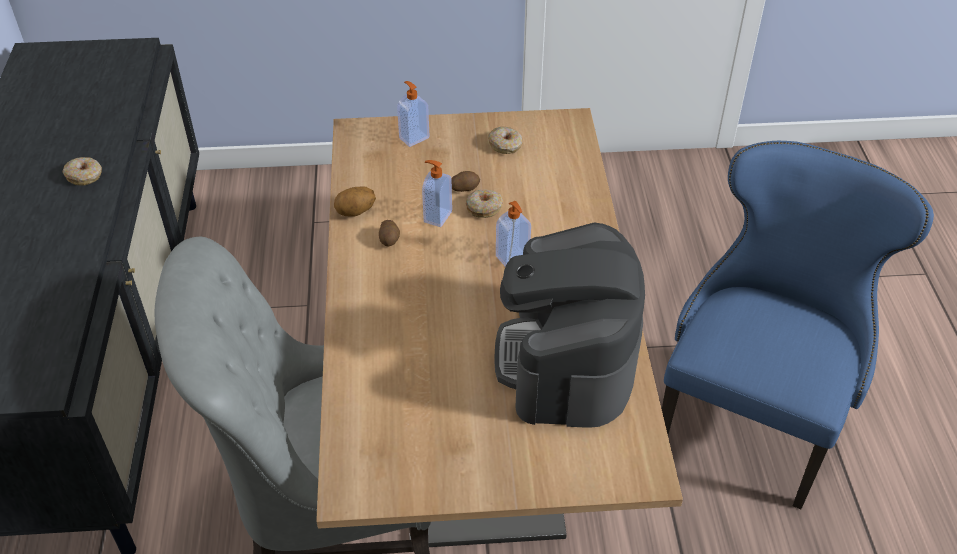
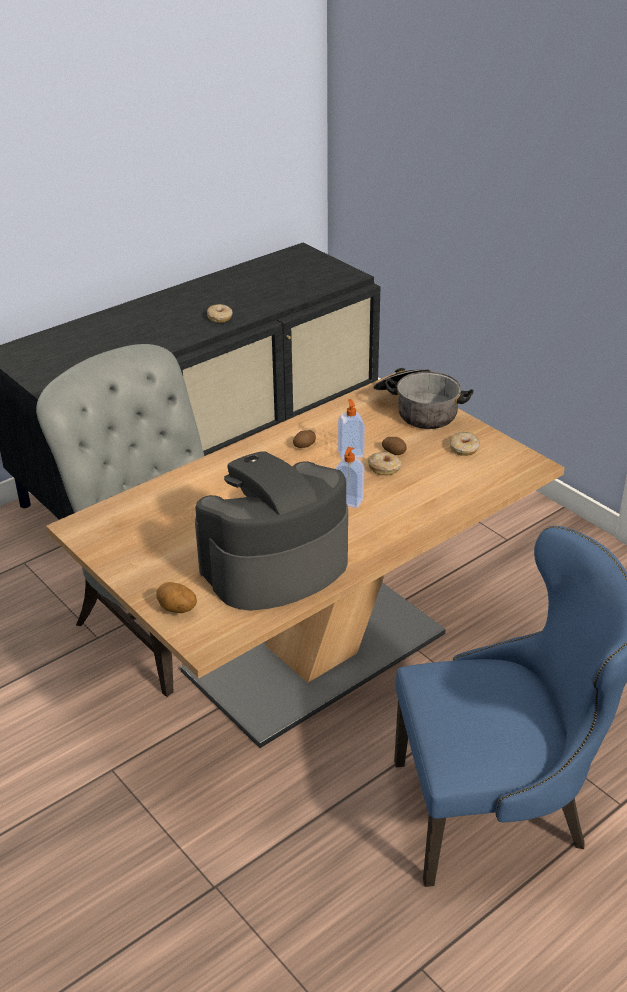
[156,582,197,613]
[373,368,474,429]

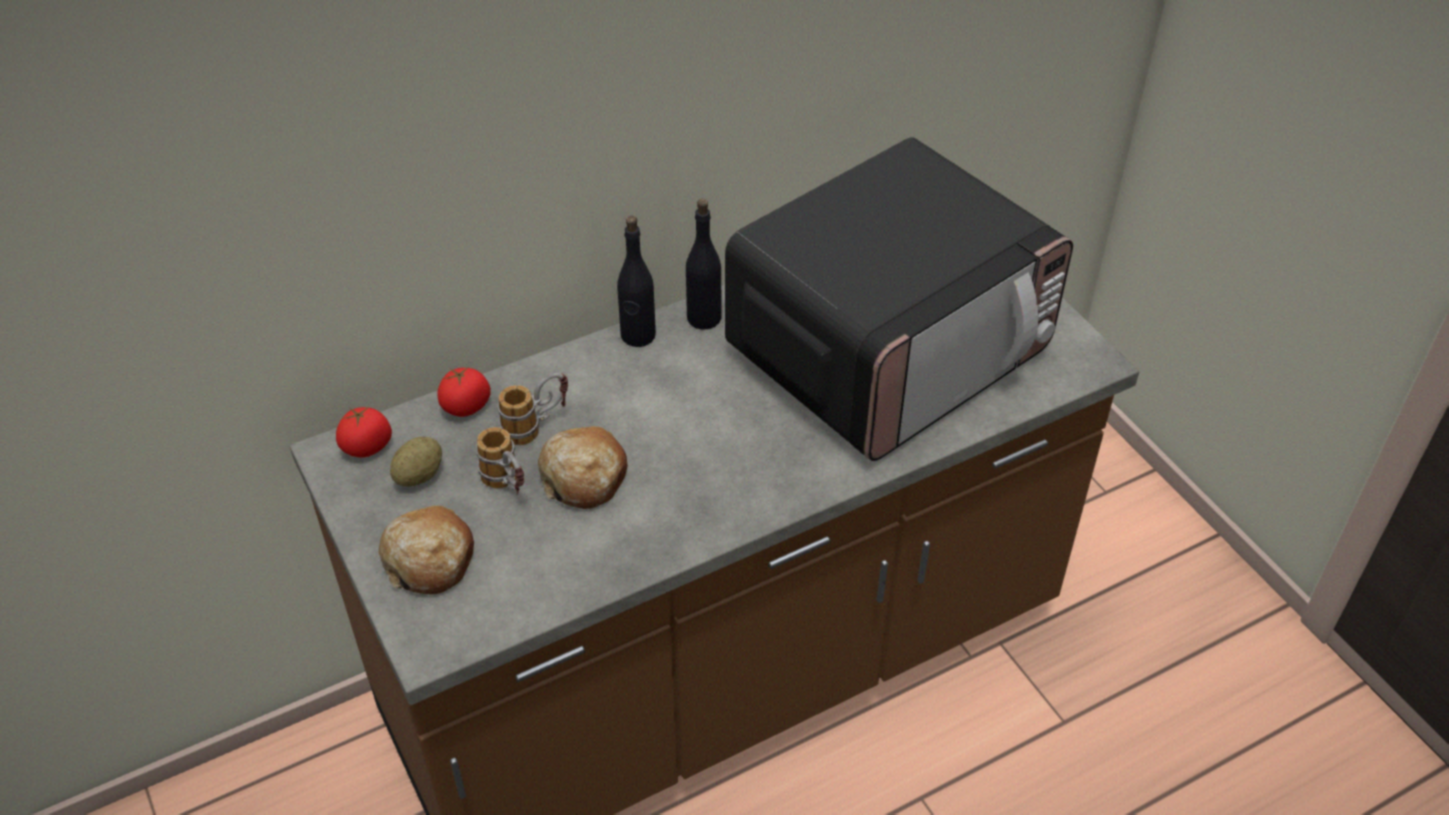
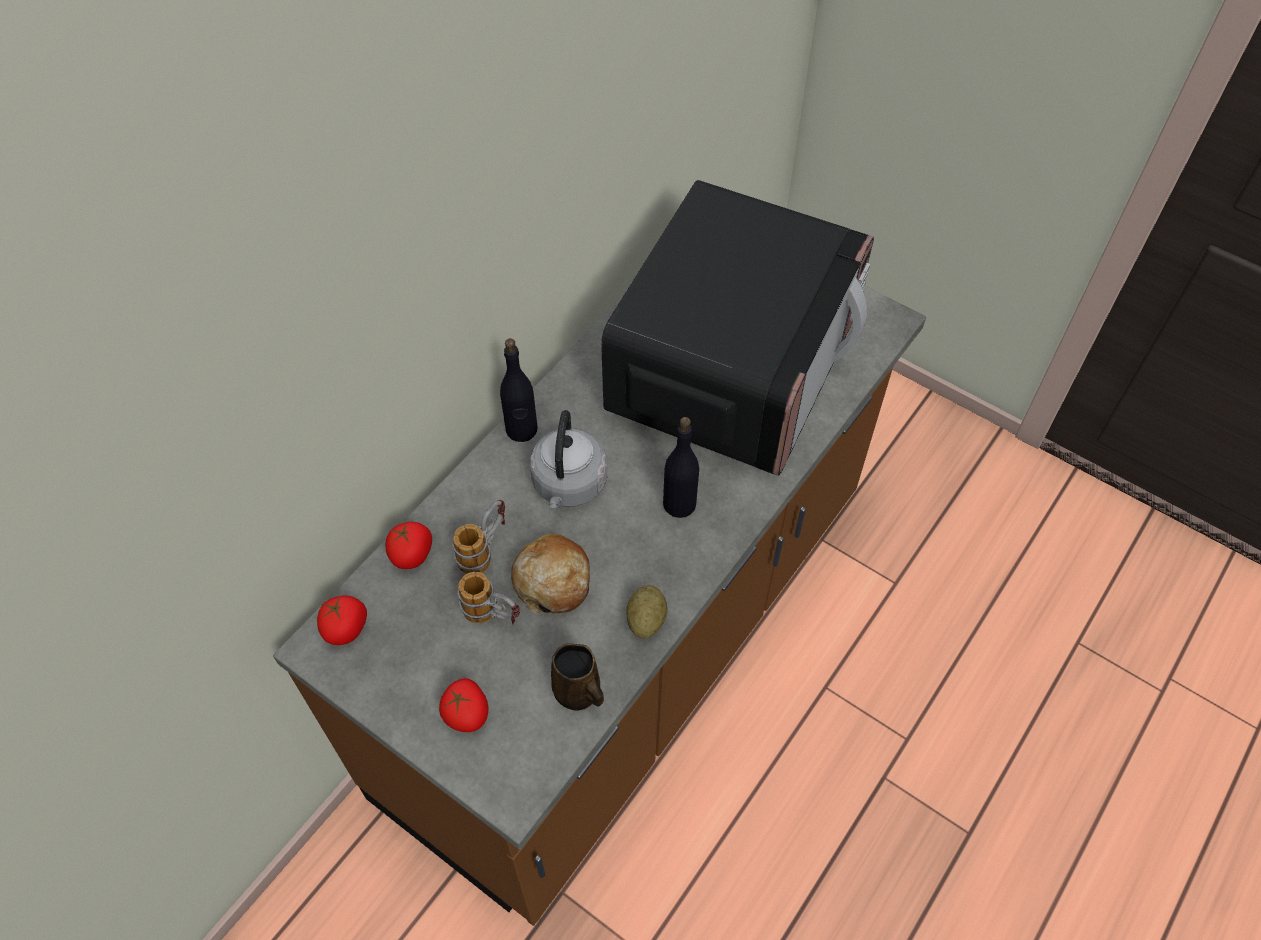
[530,410,607,508]
[551,643,604,711]
[626,585,668,639]
[663,417,699,518]
[439,678,488,732]

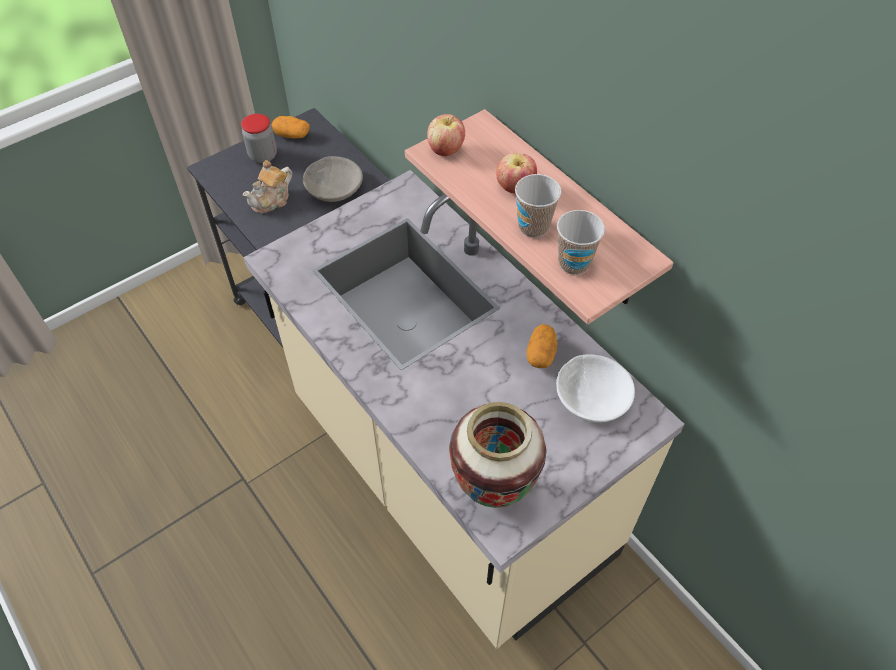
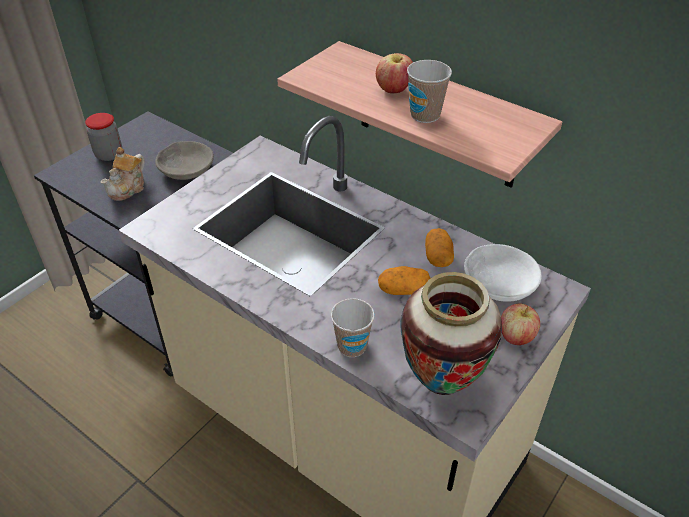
[378,266,430,295]
[501,304,540,345]
[331,298,375,357]

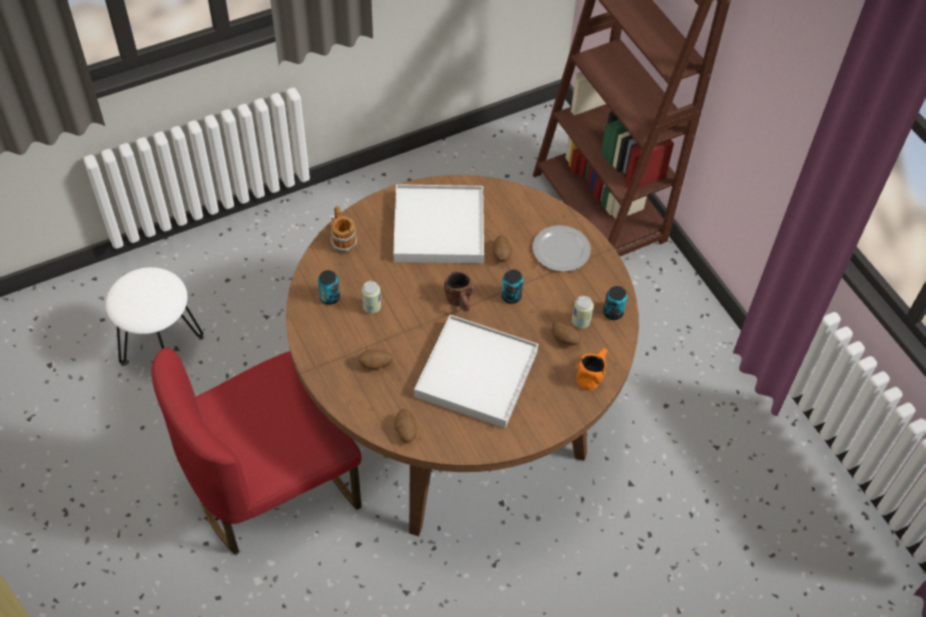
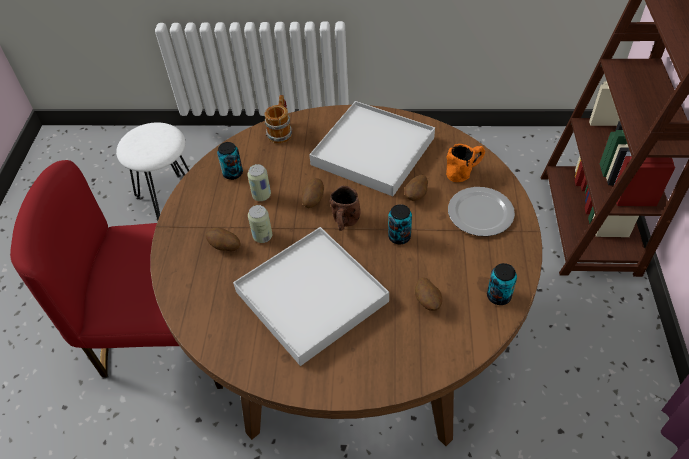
[302,178,324,208]
[248,205,272,243]
[446,144,485,182]

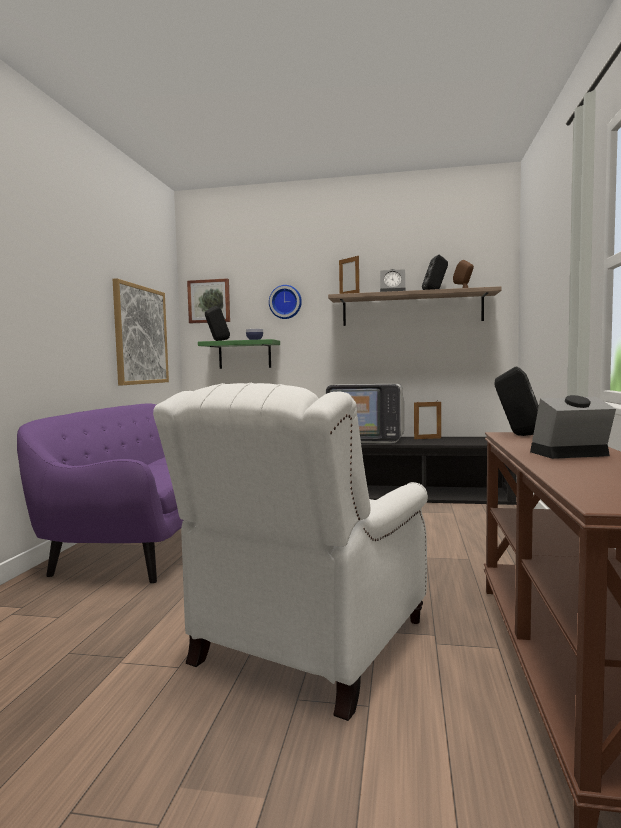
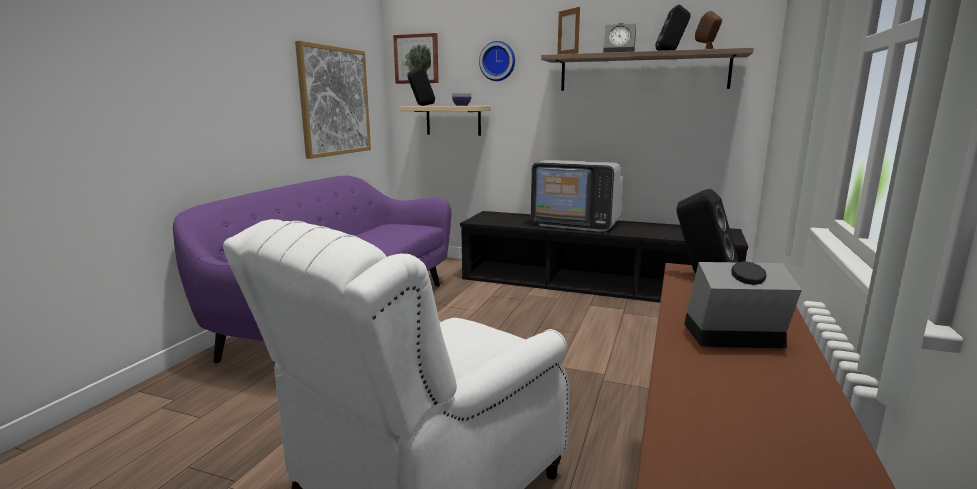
[414,402,441,439] (first image)
[401,106,491,136]

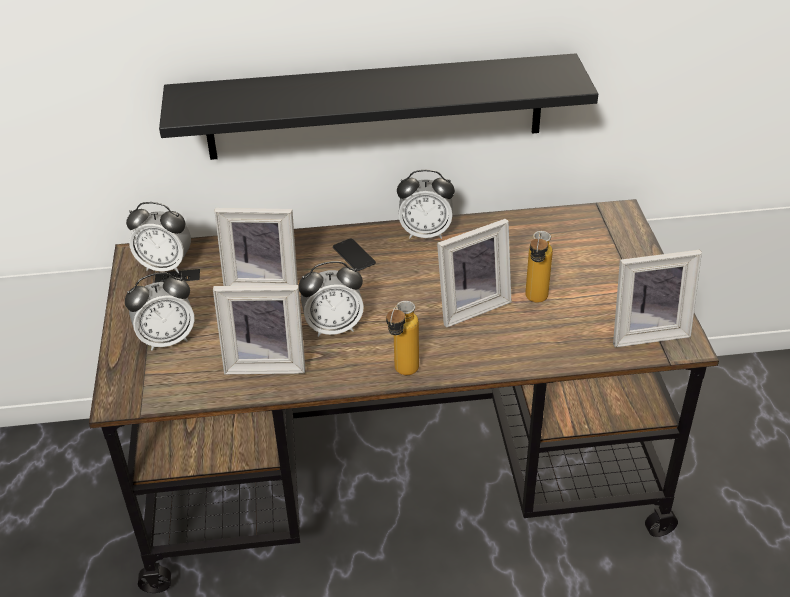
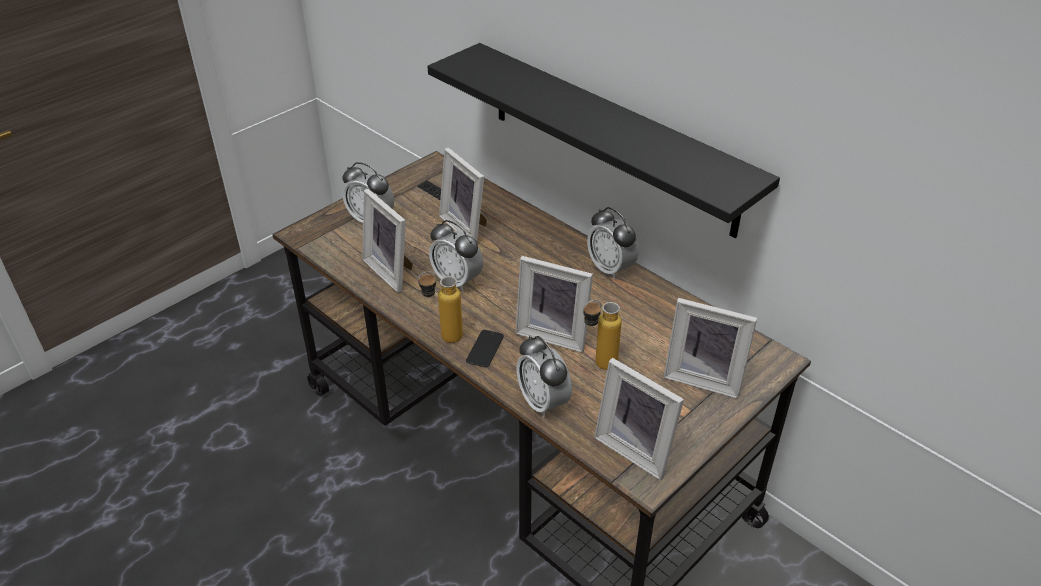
[663,298,757,399]
[517,335,572,418]
[466,330,504,367]

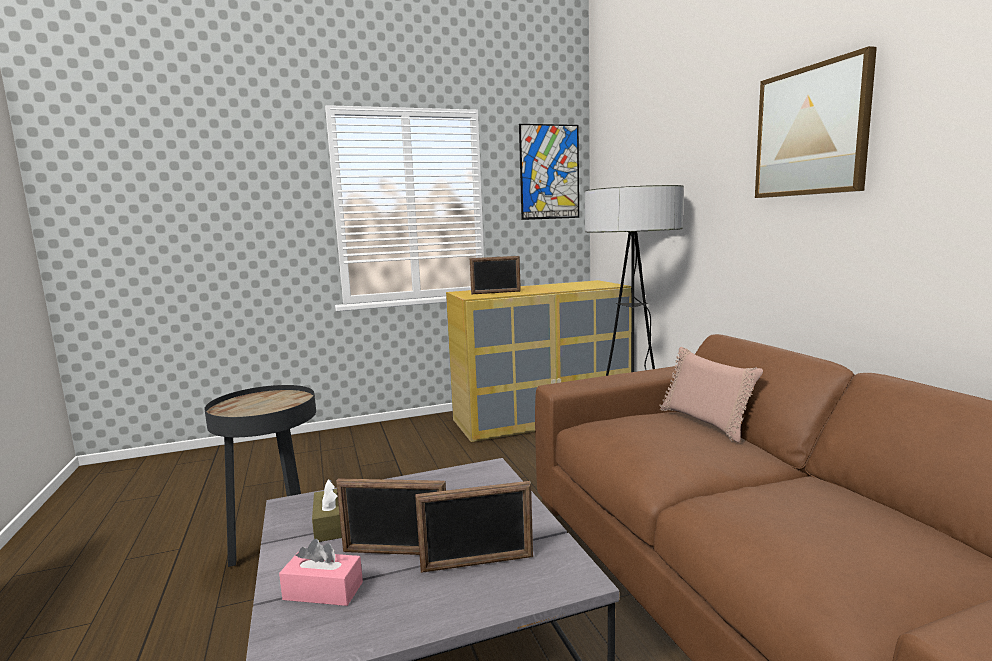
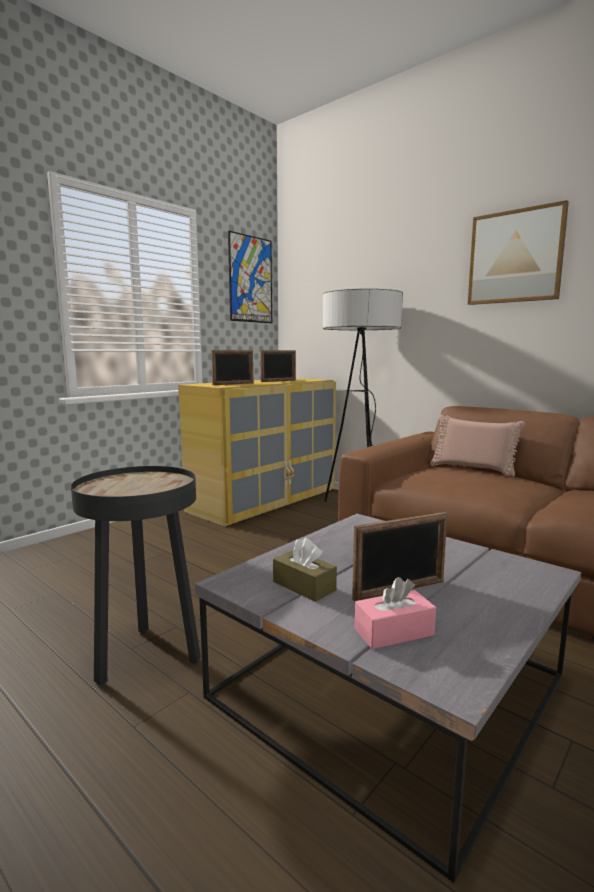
[260,350,296,382]

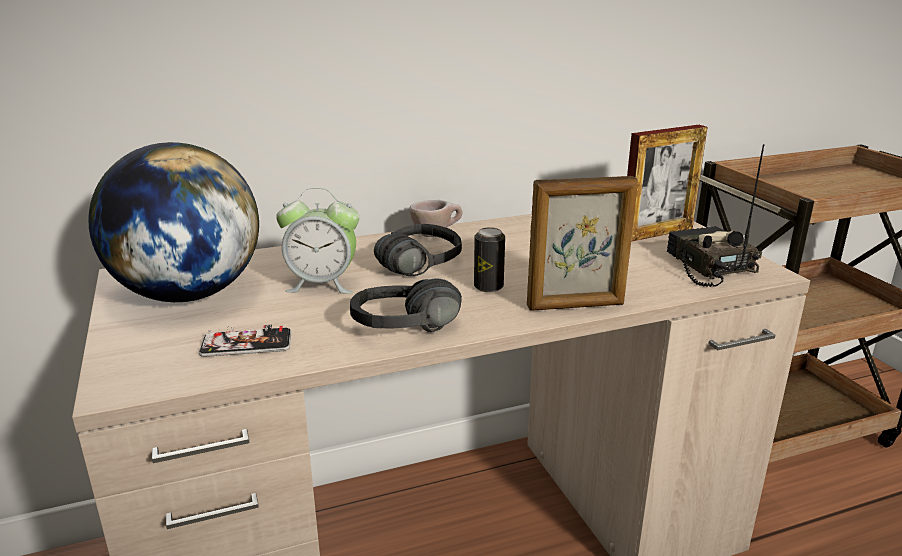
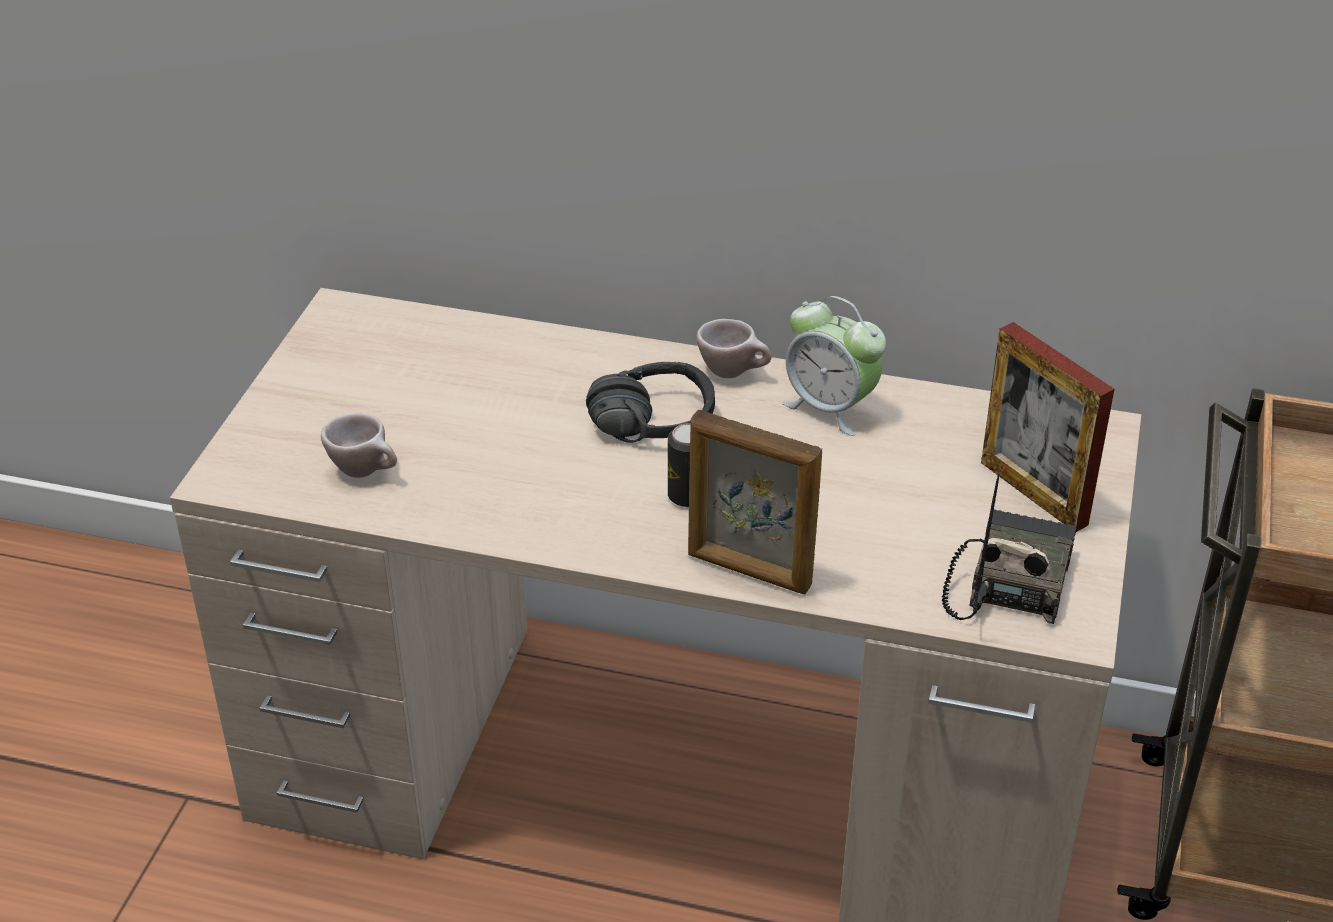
[88,142,259,302] (first image)
[350,279,462,332] (first image)
[782,296,886,436]
[321,413,397,478]
[981,322,1115,532]

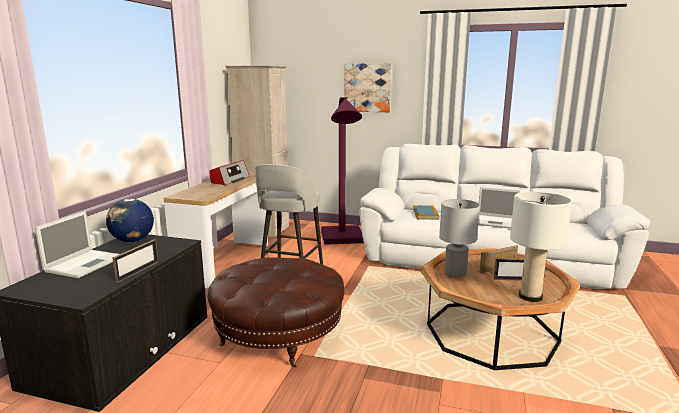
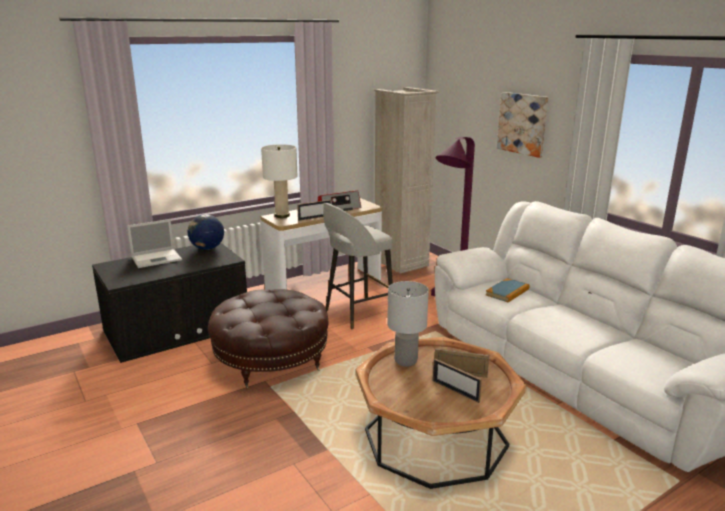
[478,187,520,229] (first image)
[297,200,331,221]
[261,144,297,218]

